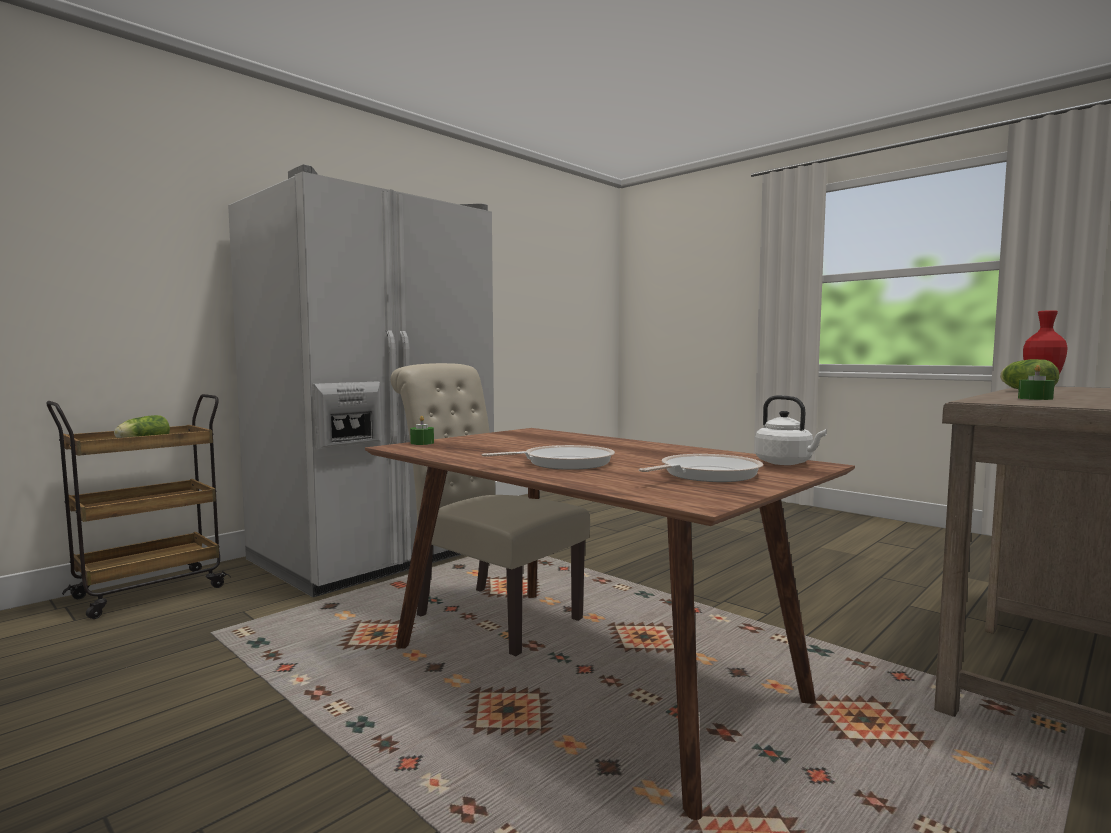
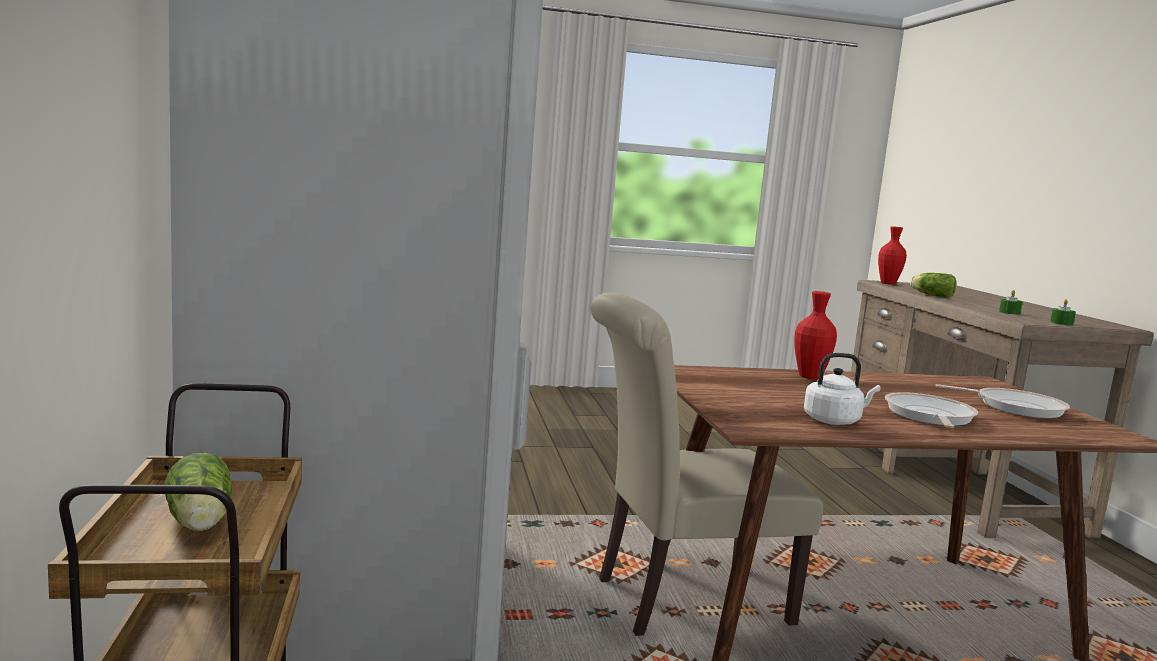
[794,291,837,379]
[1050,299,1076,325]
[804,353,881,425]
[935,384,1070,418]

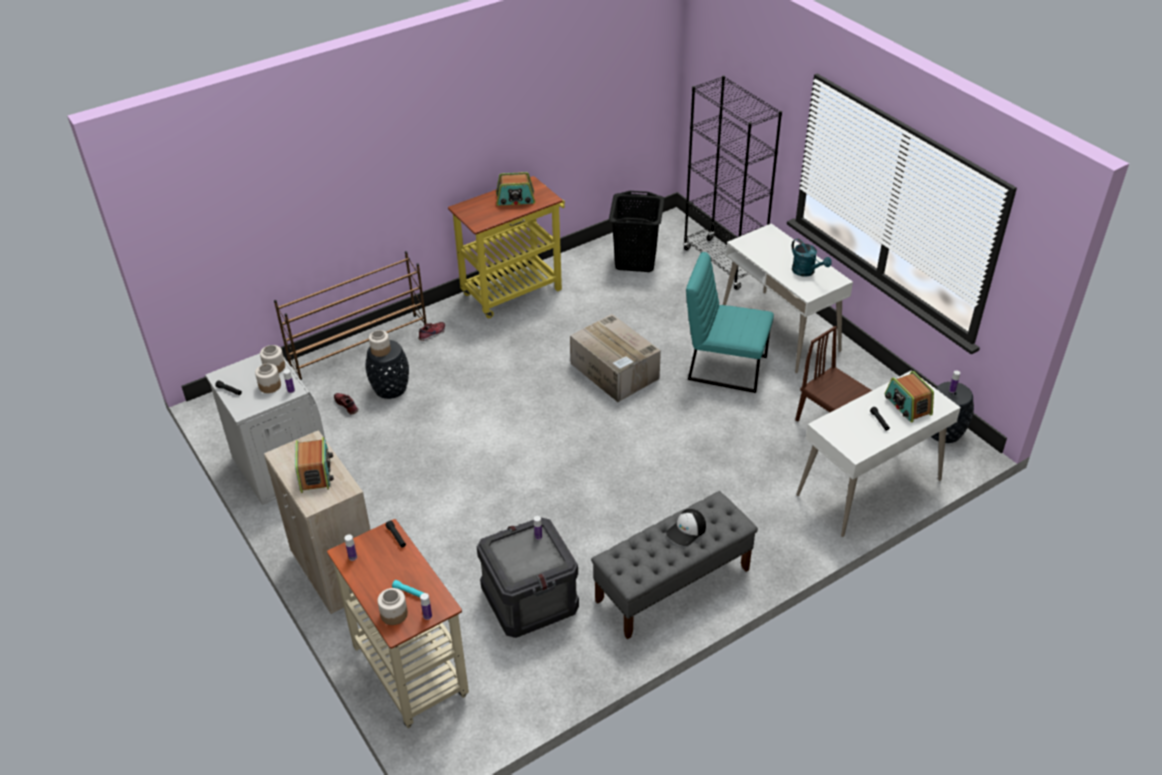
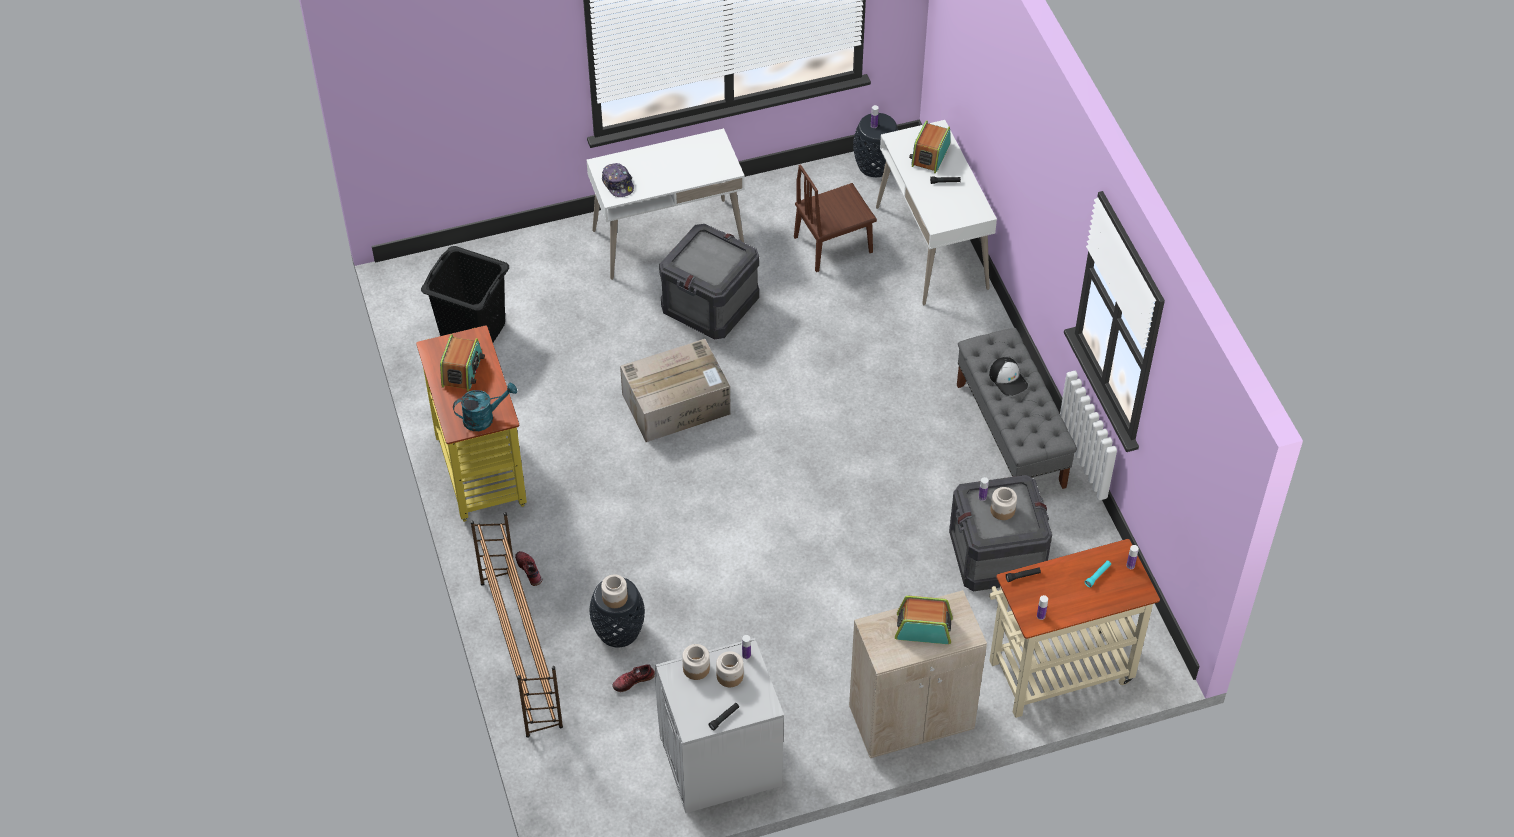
[683,75,782,290] (first image)
[602,163,634,197]
[990,487,1017,520]
[453,382,517,431]
[659,224,759,339]
[909,120,950,173]

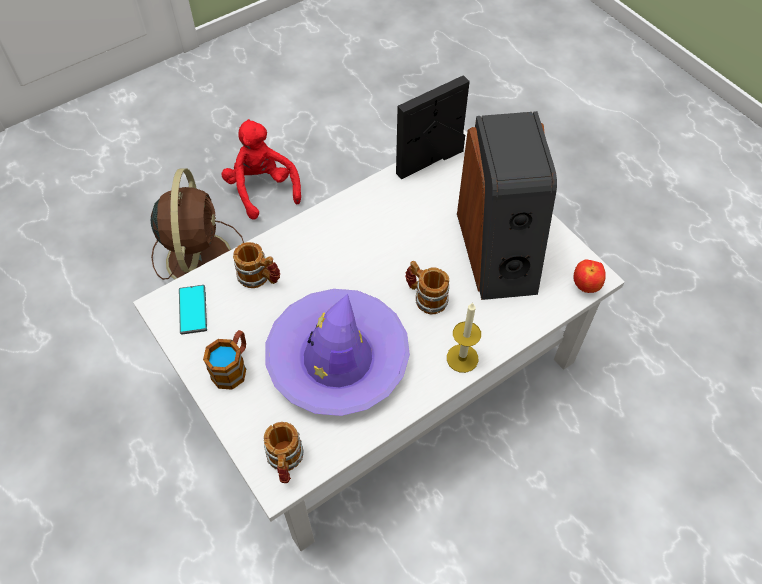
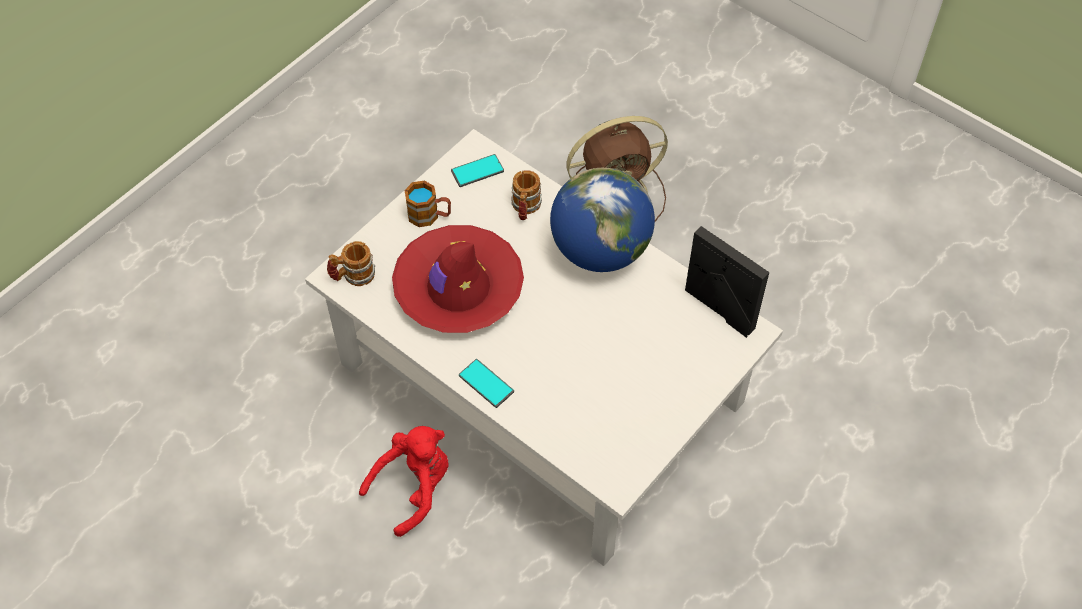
[405,261,449,314] (first image)
[457,111,557,300] (first image)
[573,259,606,293] (first image)
[550,168,655,272]
[359,426,448,537]
[459,359,514,408]
[392,225,524,333]

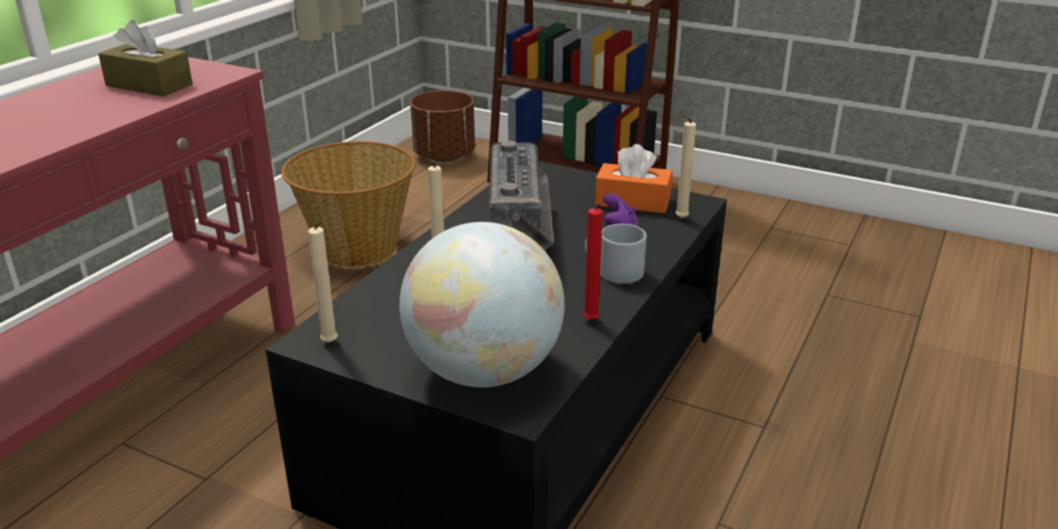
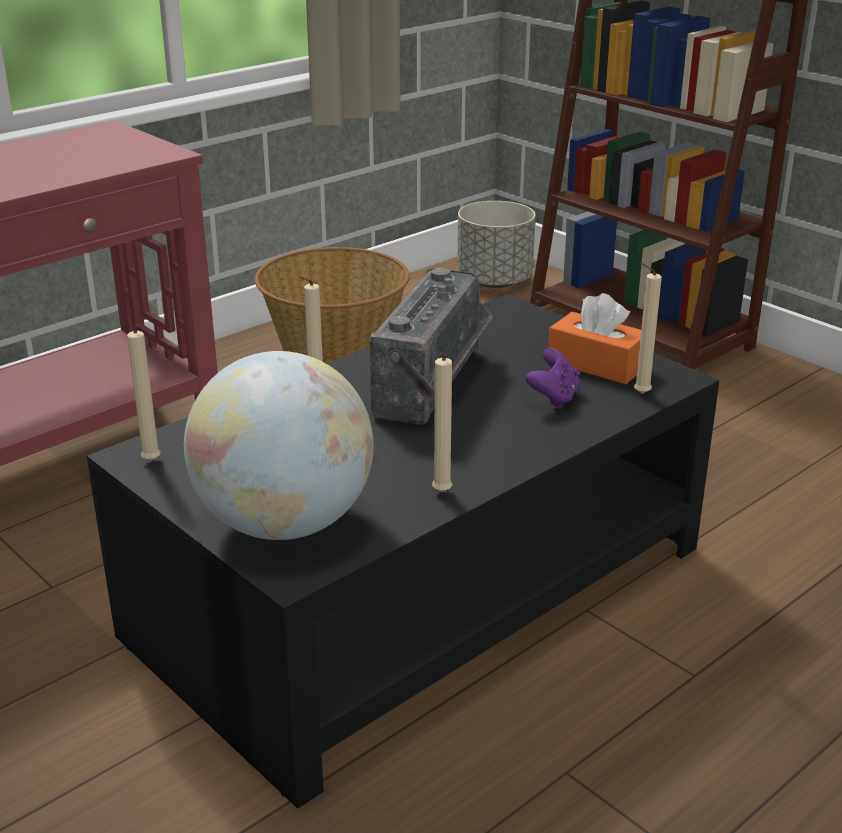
[98,20,193,96] (first image)
[585,224,647,284] (first image)
[457,201,536,288]
[432,353,452,492]

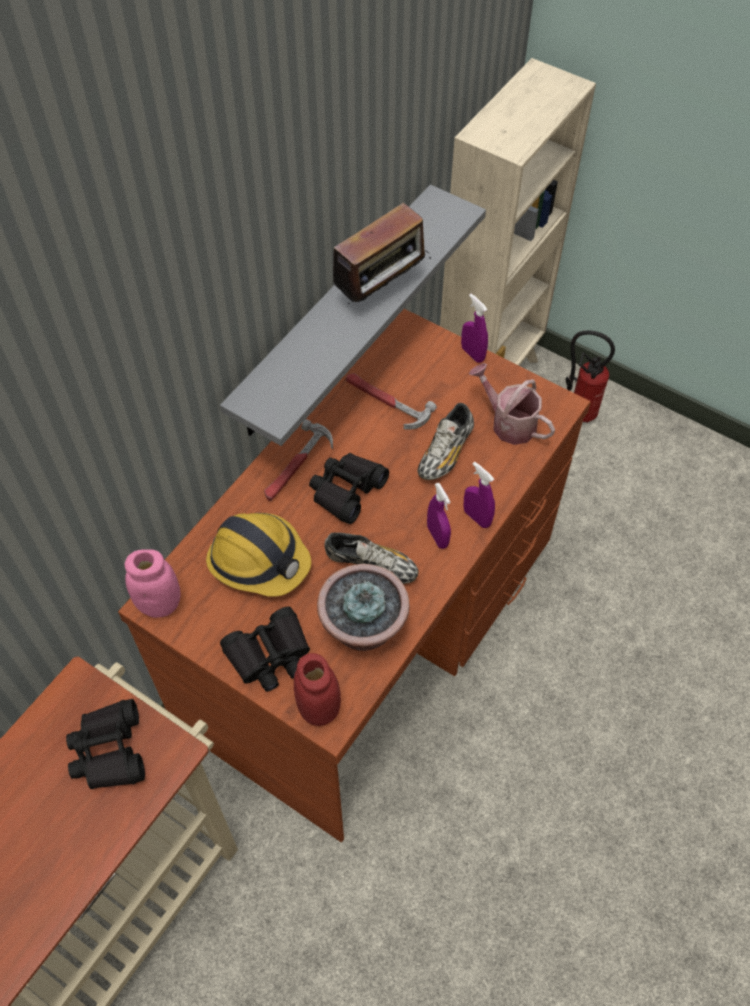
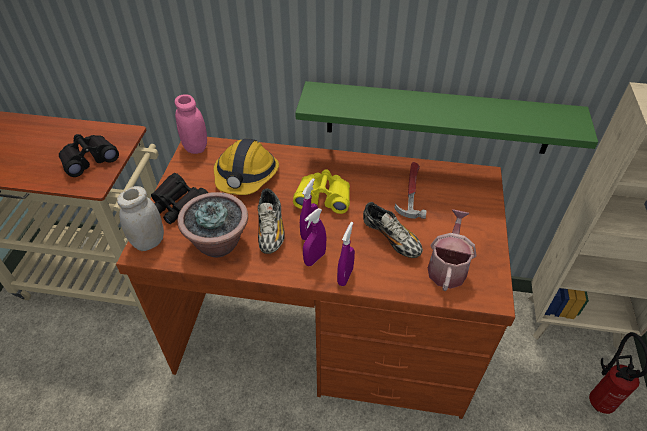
[264,419,333,501] (first image)
[323,203,431,304] (first image)
[300,178,318,240]
[295,81,598,154]
[117,186,164,251]
[293,169,350,214]
[363,202,423,258]

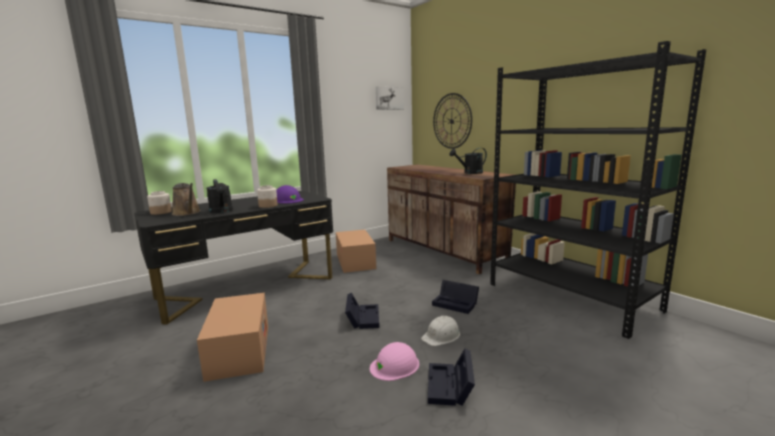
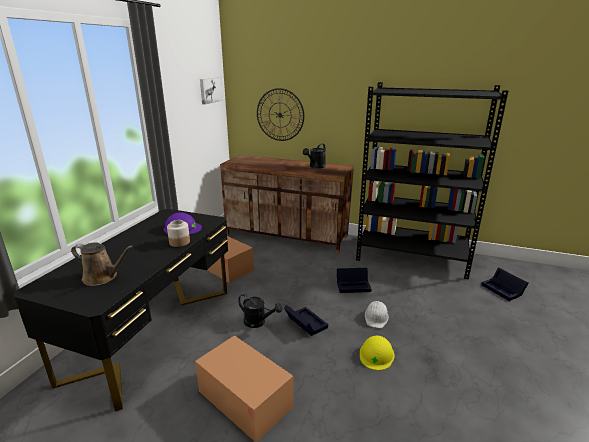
[147,191,172,215] (first image)
[238,294,282,328]
[481,268,528,301]
[360,336,395,370]

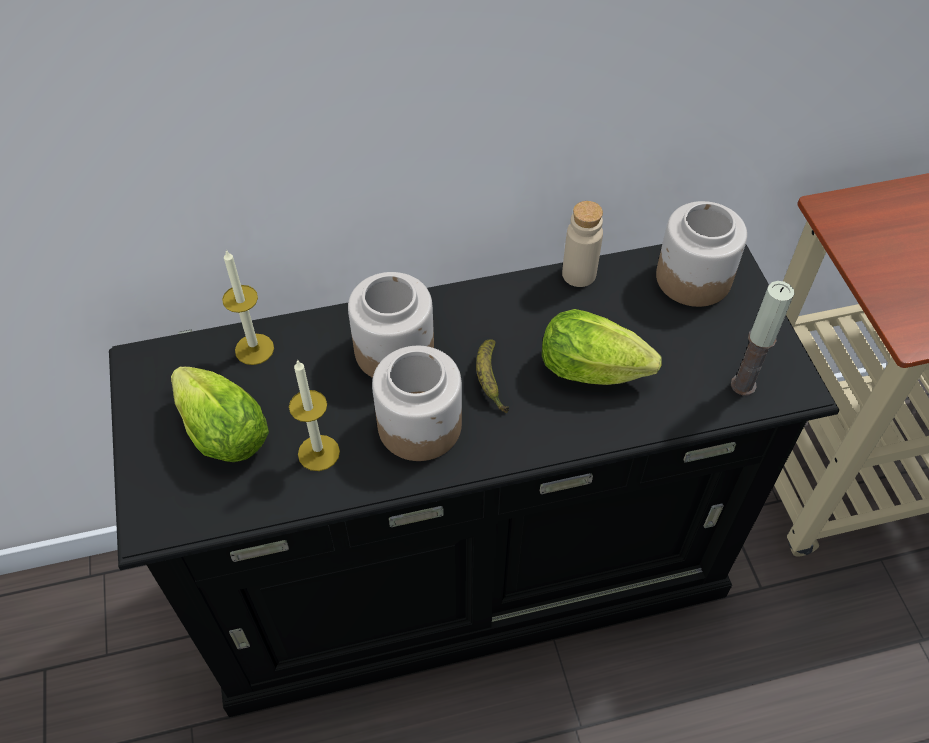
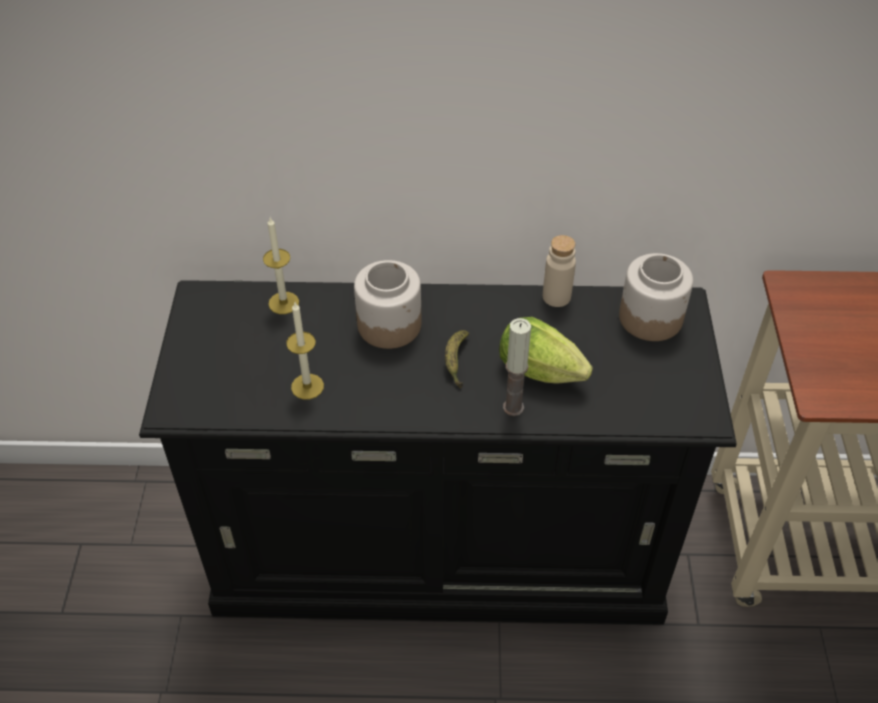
[171,367,269,462] (first image)
[372,346,462,461] (first image)
[503,318,531,416]

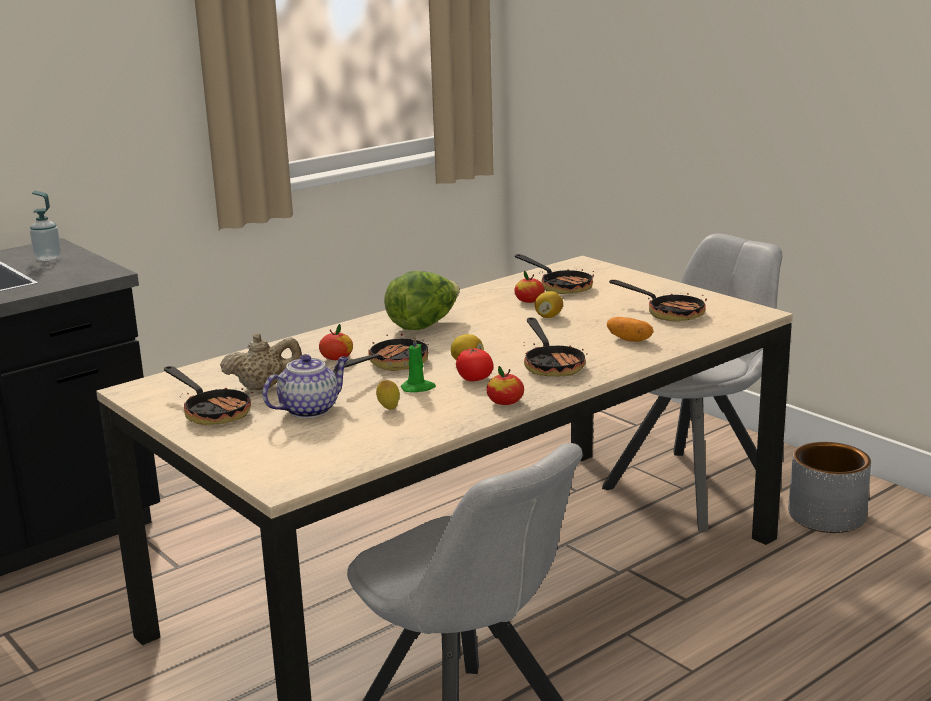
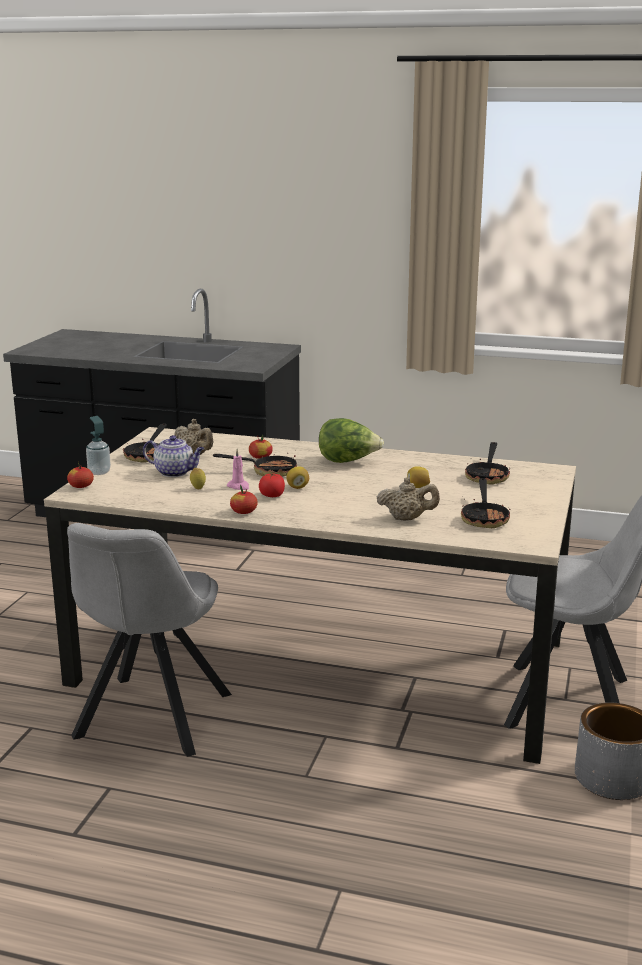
[524,317,588,377] (first image)
[86,416,111,475]
[67,461,94,488]
[377,477,440,521]
[227,449,249,490]

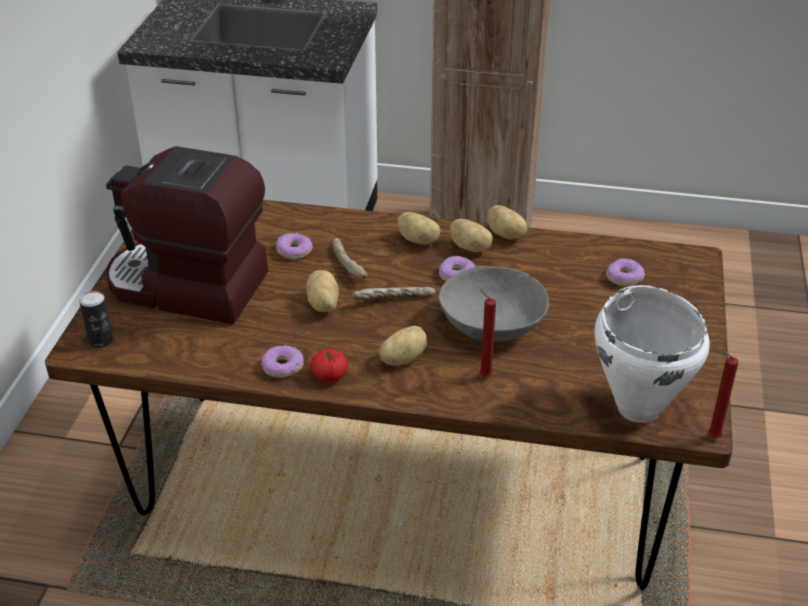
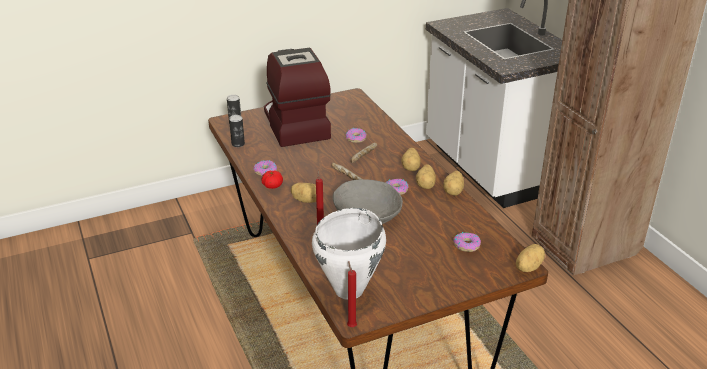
[229,115,245,147]
[516,244,545,272]

